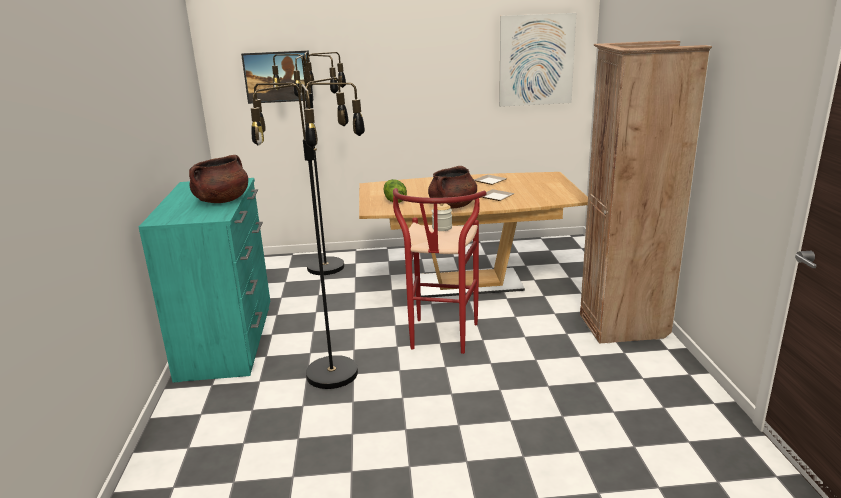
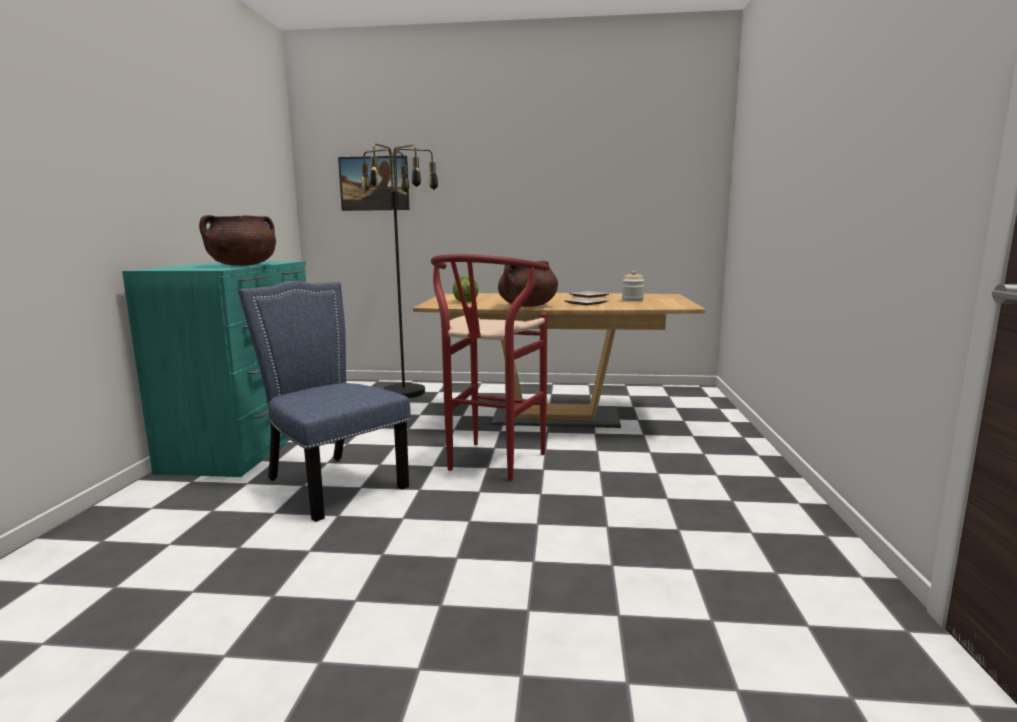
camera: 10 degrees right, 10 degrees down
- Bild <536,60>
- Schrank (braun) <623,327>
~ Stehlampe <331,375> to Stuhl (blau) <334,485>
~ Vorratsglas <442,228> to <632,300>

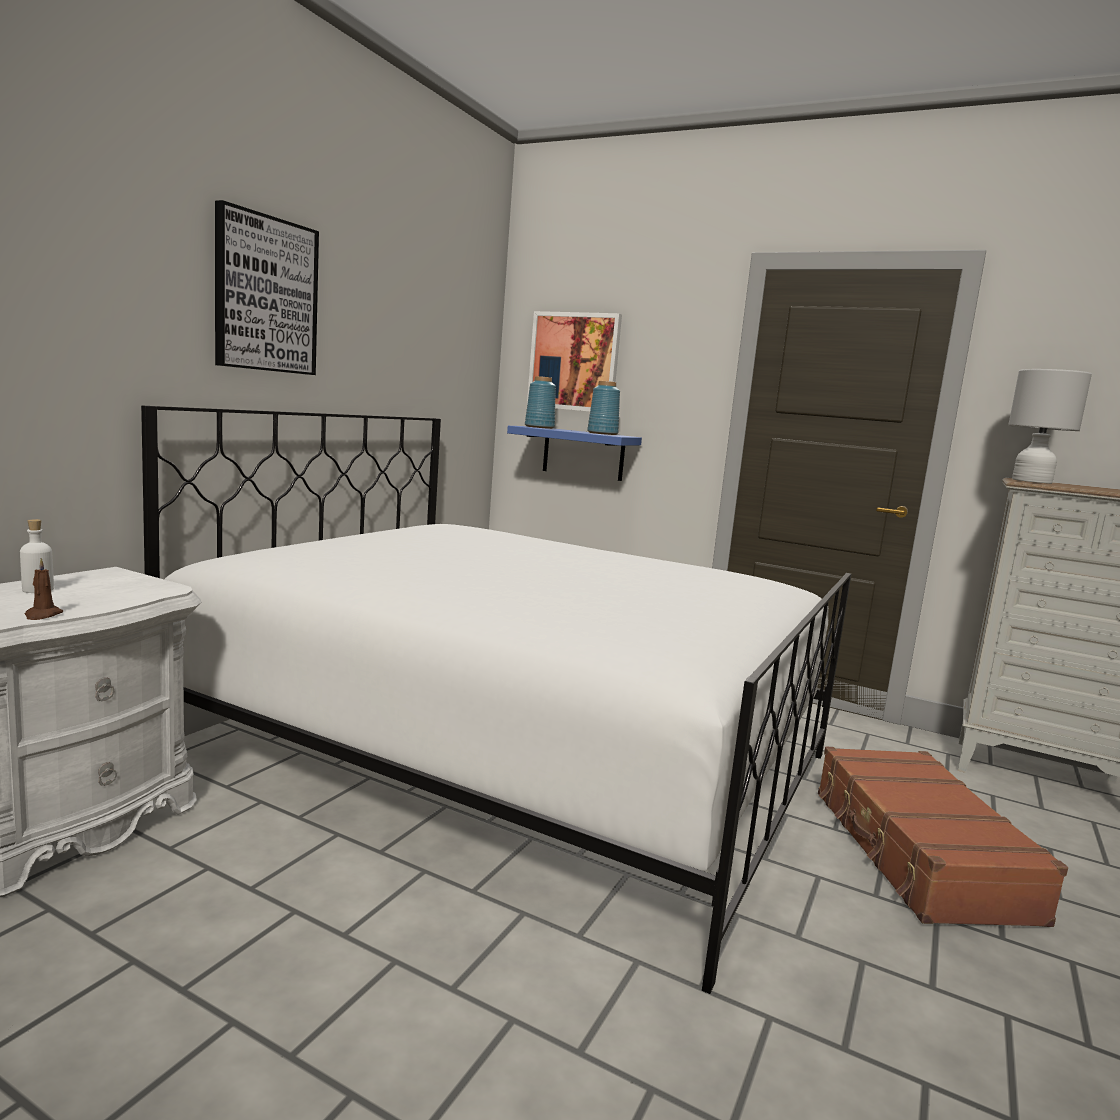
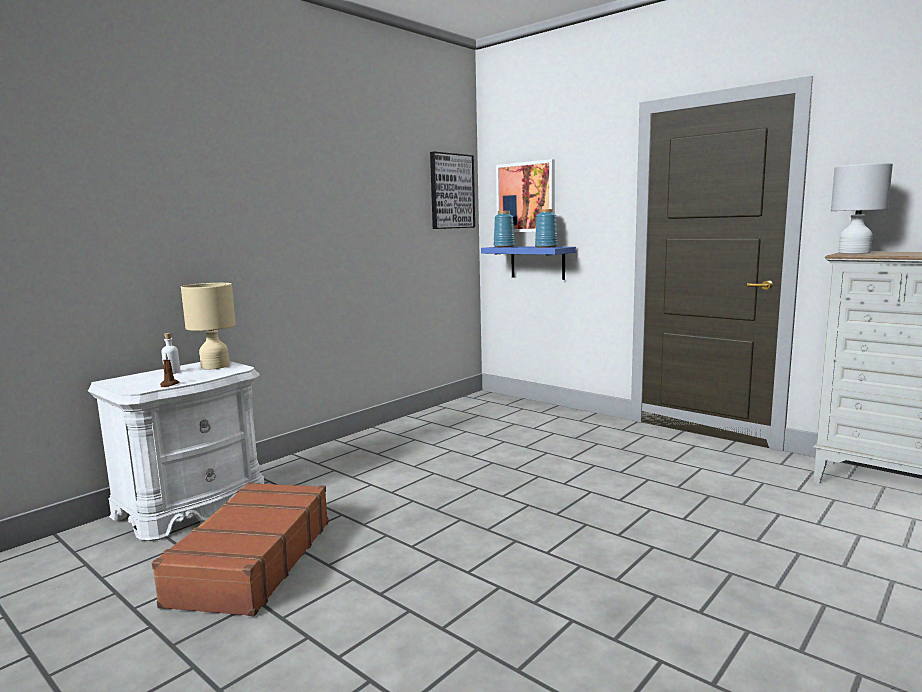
camera: 15 degrees right, 0 degrees up
~ Bild <265,295> to <451,191>
- Bett (weiß) <510,754>
~ Koffer (braun) <918,853> to <251,561>
+ Tischlampe (beige) <214,366>

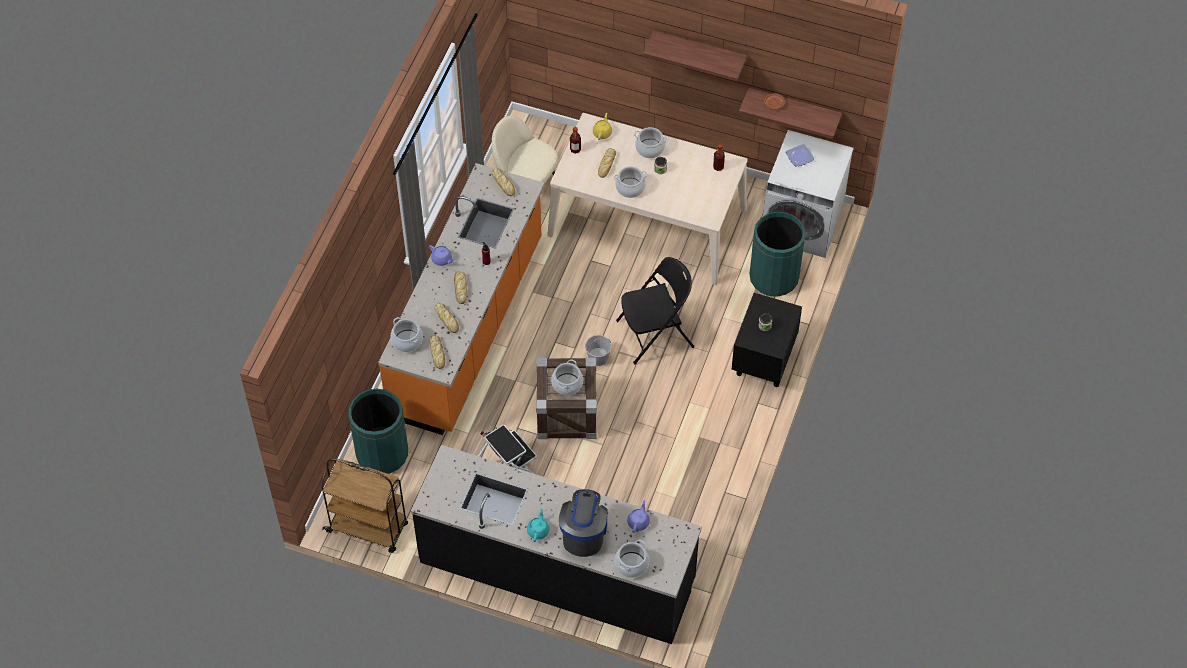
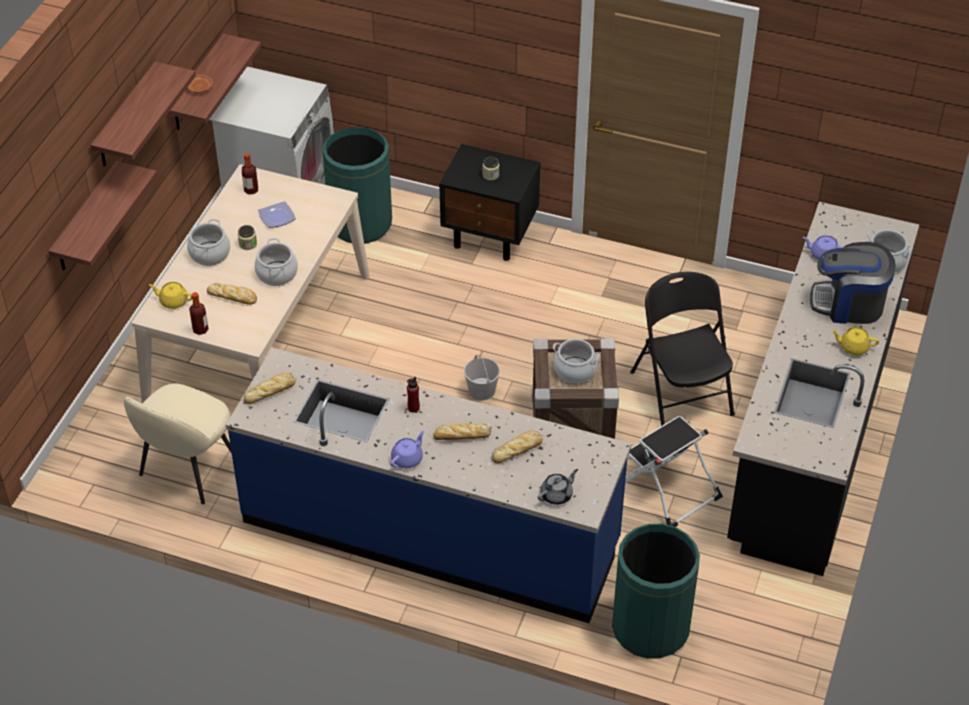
camera: 90 degrees left, 10 degrees down
~ Teller <800,157> to <277,216>
~ Küchenzeile (orange) <468,328> to Küchenzeile (blau) <431,532>
~ Stuhl (schwarz) <655,334> to <682,393>
~ Kochtopf <407,340> to Teekanne (grau) <557,495>
- Brot <437,354>
- Rollwagen (braun) <368,529>
~ Teekanne (türkis) <538,530> to Teekanne (gelb) <853,347>
+ Wandregal <86,219>

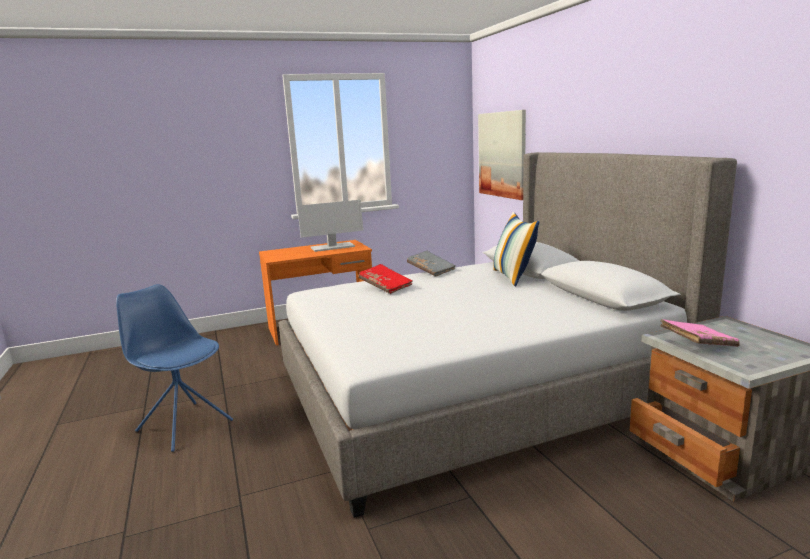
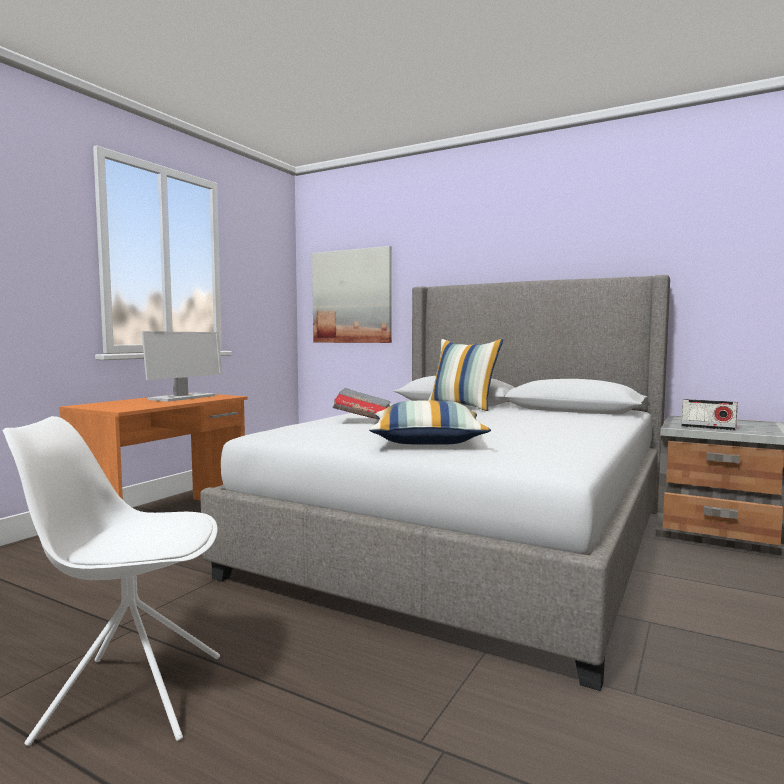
camera: 40 degrees left, 10 degrees down
~ Stuhl (blau) <184,425> to Stuhl (weiß) <130,696>
~ Buch (rosa) <697,344> to Radio <708,428>
+ Kissen <427,442>

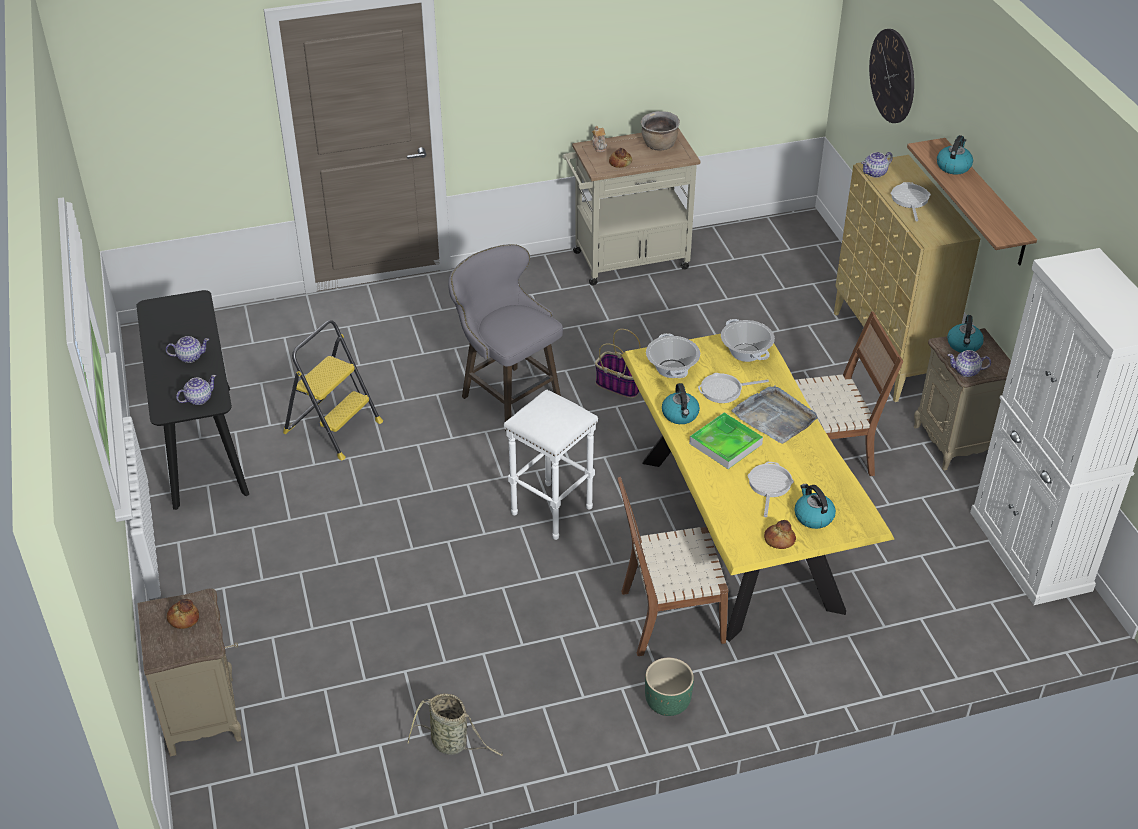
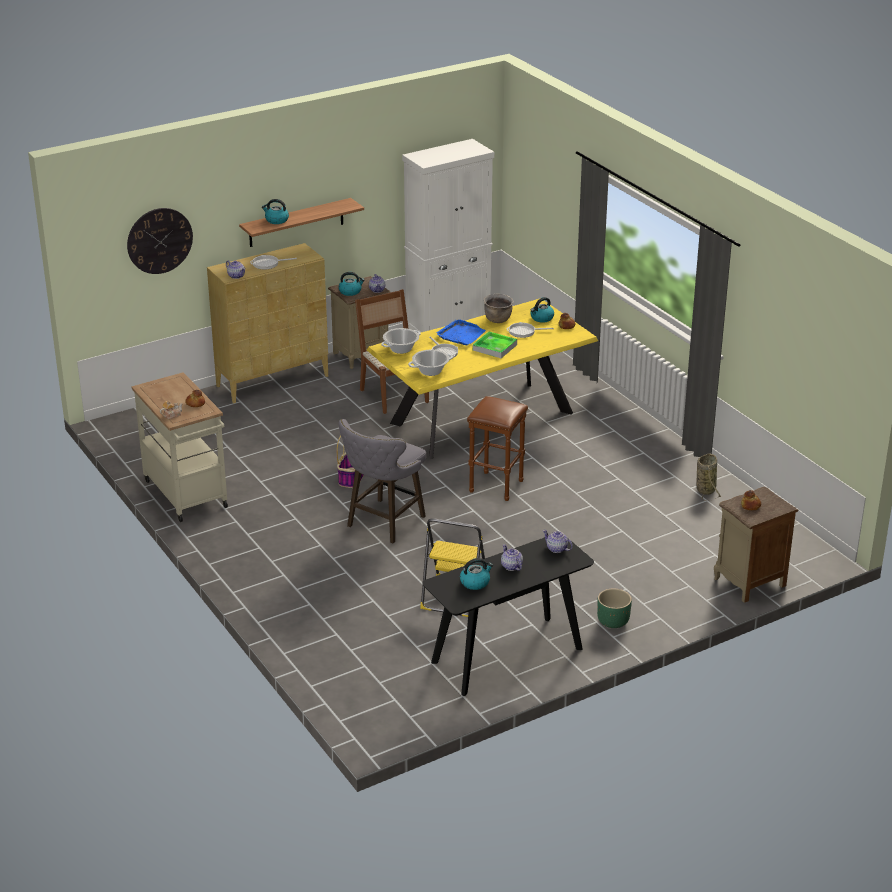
camera: 105 degrees left, 10 degrees down
~ Kochtopf (braun) <659,146> to <498,320>
~ Wasserkessel <680,415> to <475,582>
~ Tablett (grau) <775,417> to Tablett (blau) <461,335>
~ Hocker (weiß) <550,510> to Hocker (braun) <496,486>
- Stuhl <667,618>
~ Pflanzkübel (grün) <667,702> to <613,622>

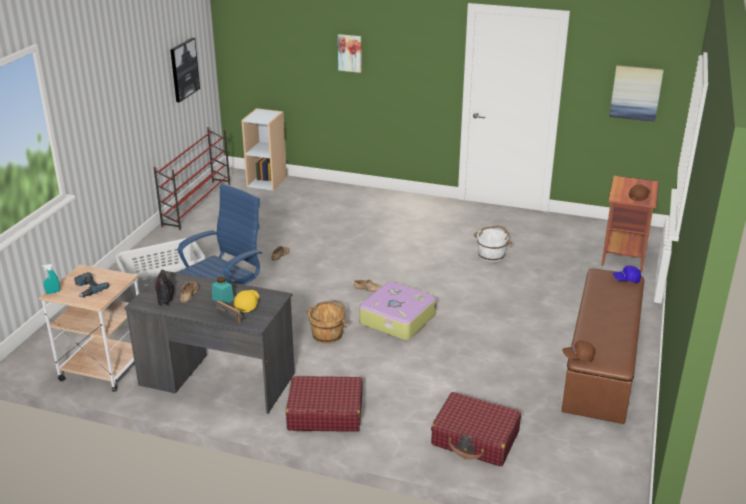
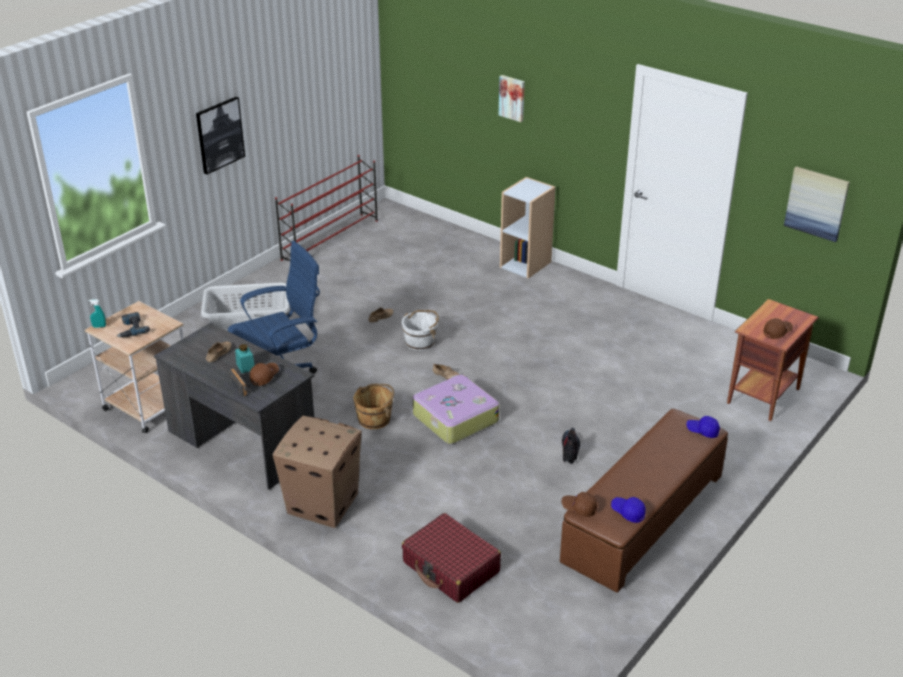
camera: 20 degrees right, 5 degrees up
~ Bild <184,69> to <219,135>
~ Bücherregal <267,181> to <526,264>
~ Eimer (weiß) <491,255> to <420,342>
~ Stiefel <165,294> to <570,450>
~ Kappe (gelb) <247,304> to Kappe (braun) <264,377>
~ Koffer (rot) <325,413> to Karton <322,503>
+ Kappe (blau) <628,512>

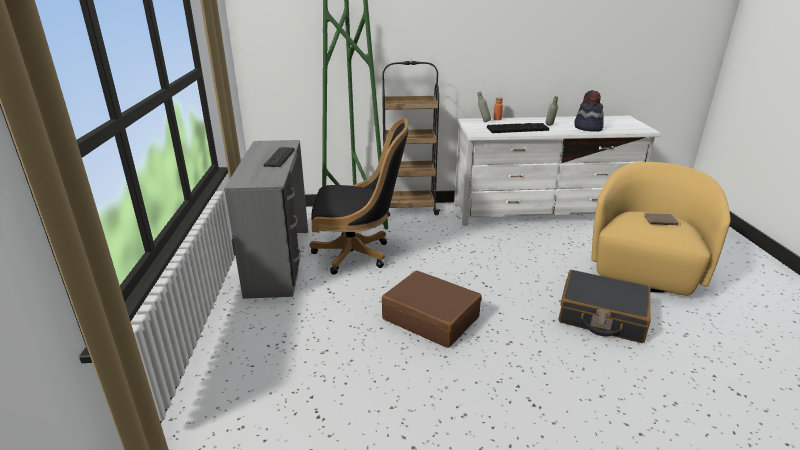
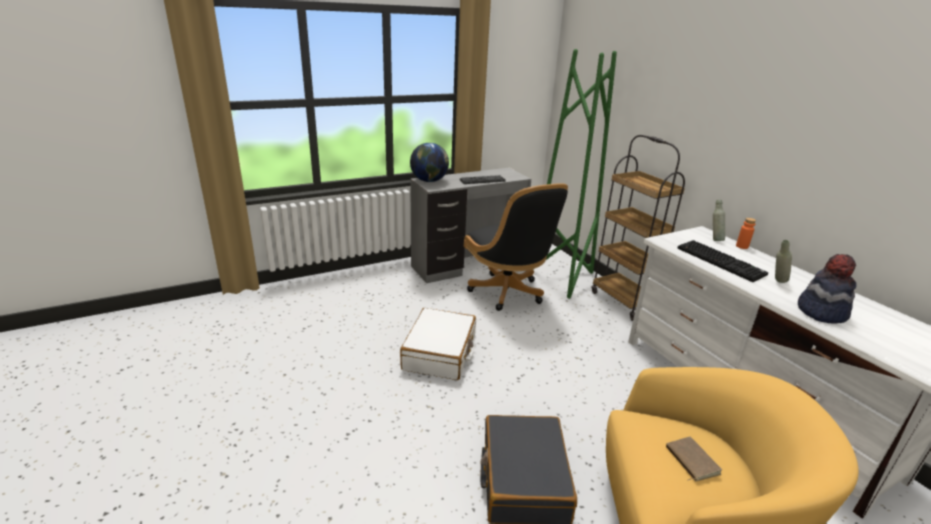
camera: 65 degrees right, 0 degrees up
~ Koffer (braun) <431,318> to Koffer (weiß) <440,353>
+ Globus <429,181>

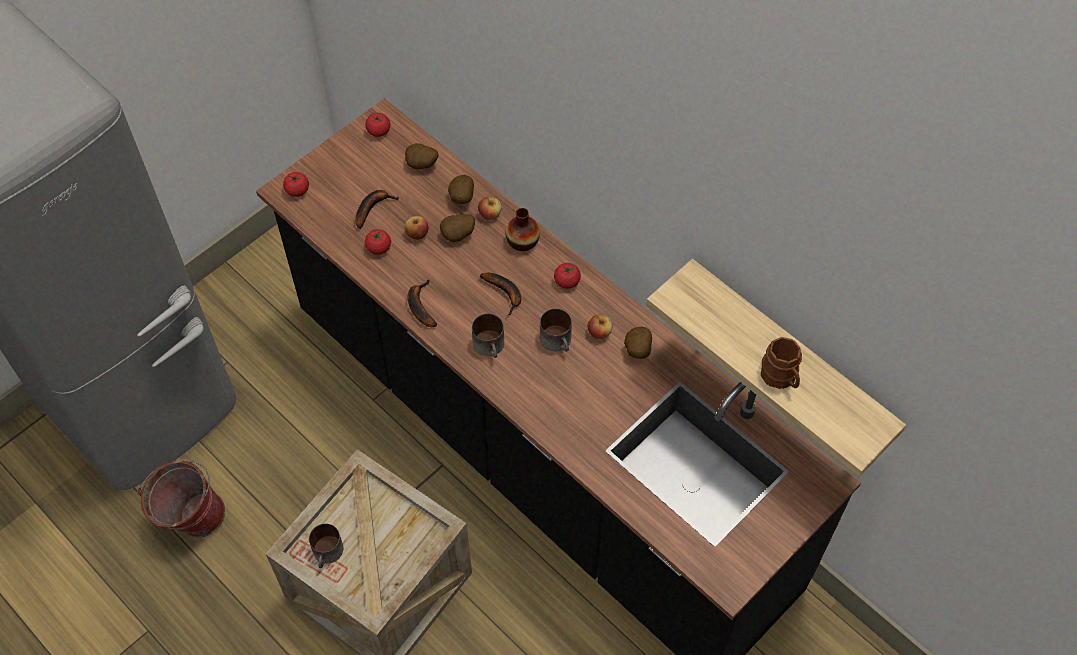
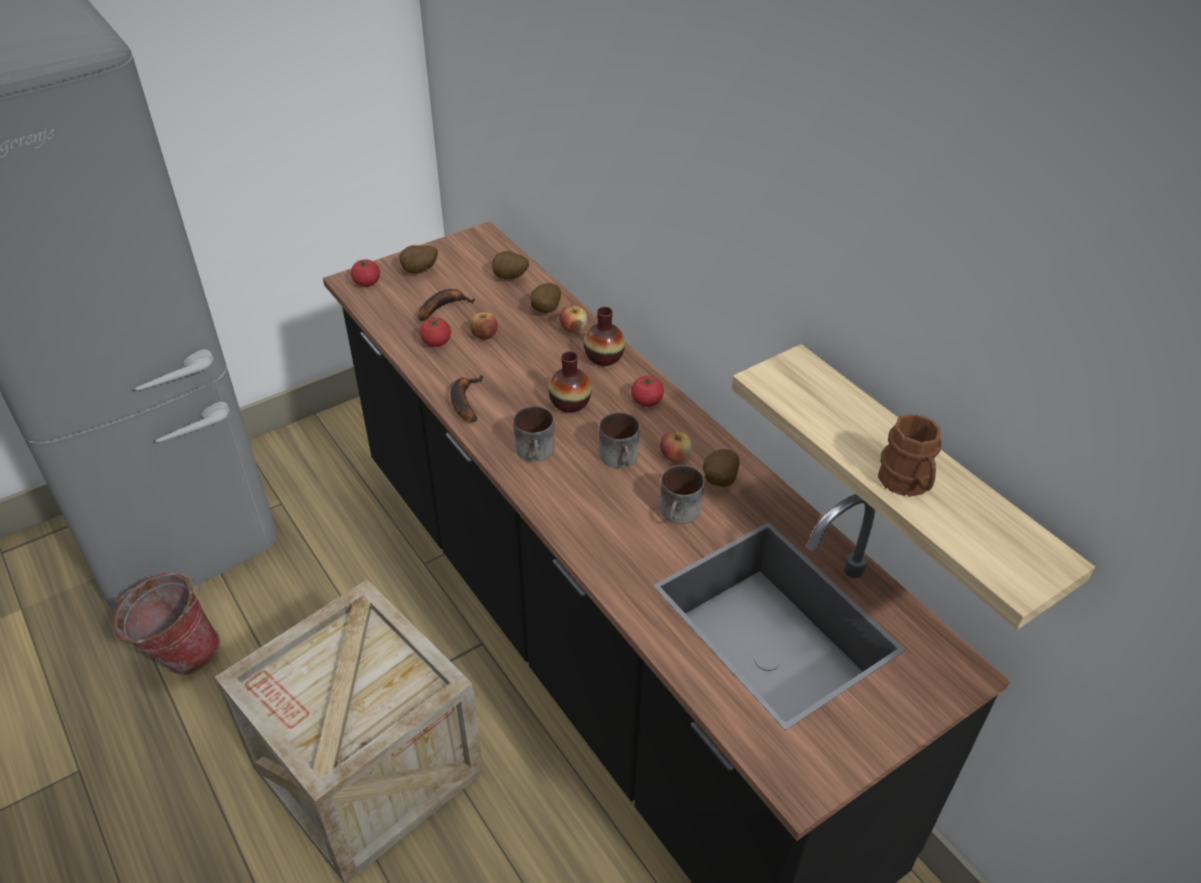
camera: 10 degrees right, 15 degrees down
- Tomate <378,131>
~ Kartoffel <458,236> to <420,272>
~ Banane <505,293> to Vase <570,403>
~ Henkelbecher <328,553> to <680,513>

